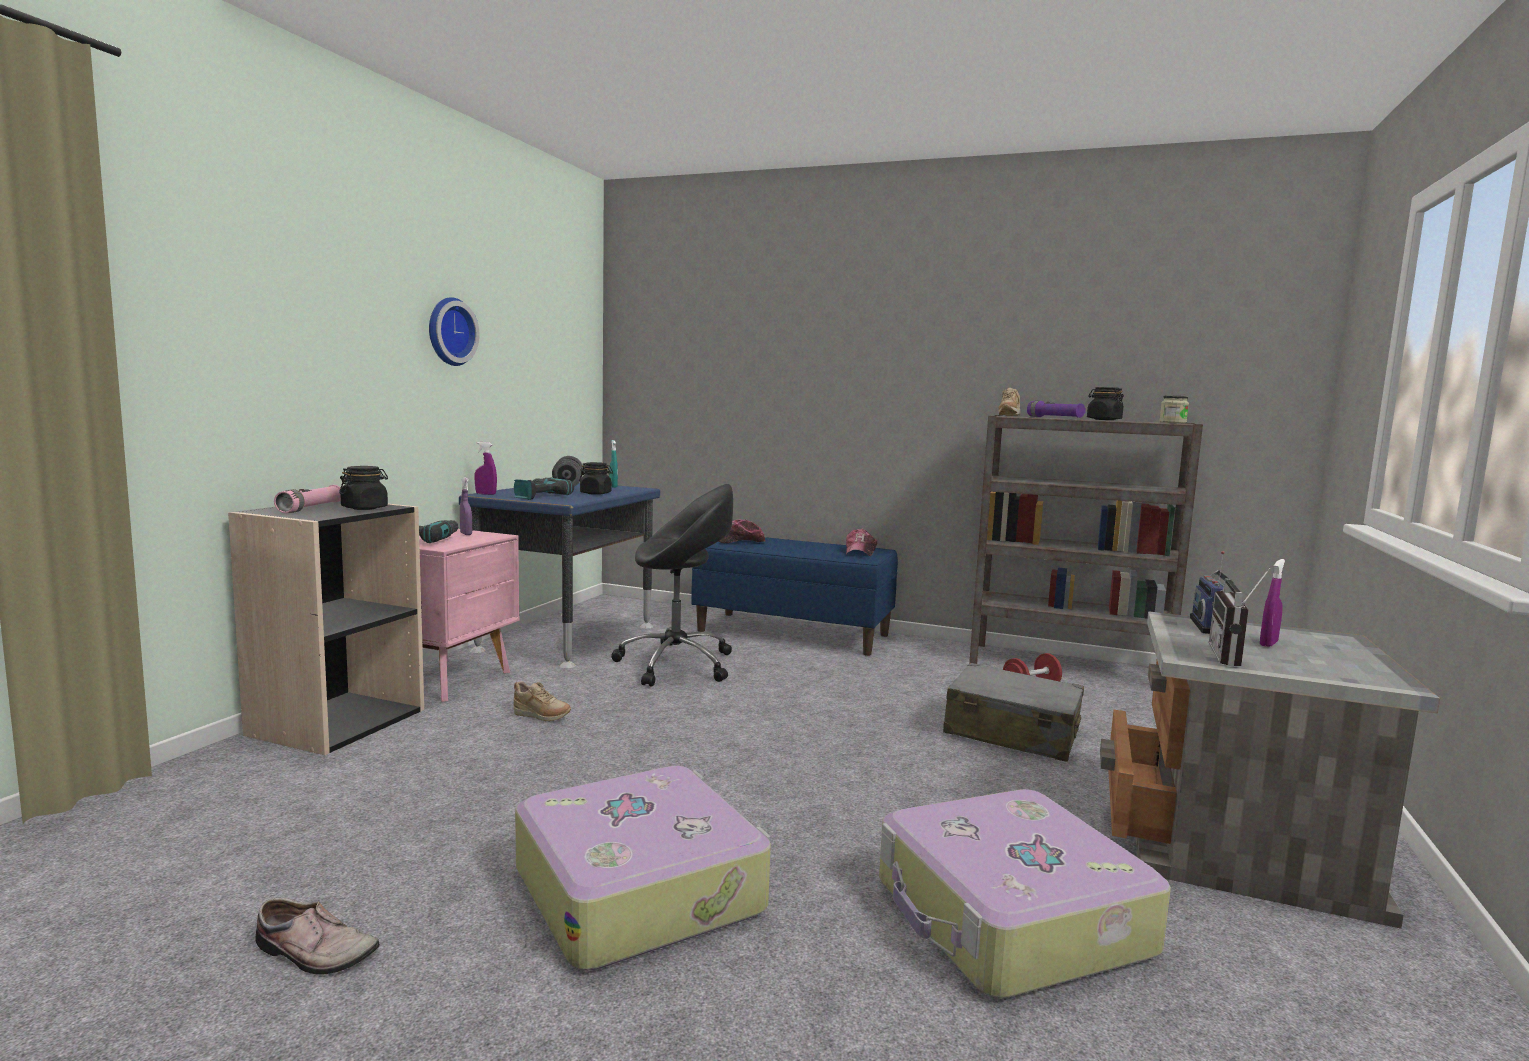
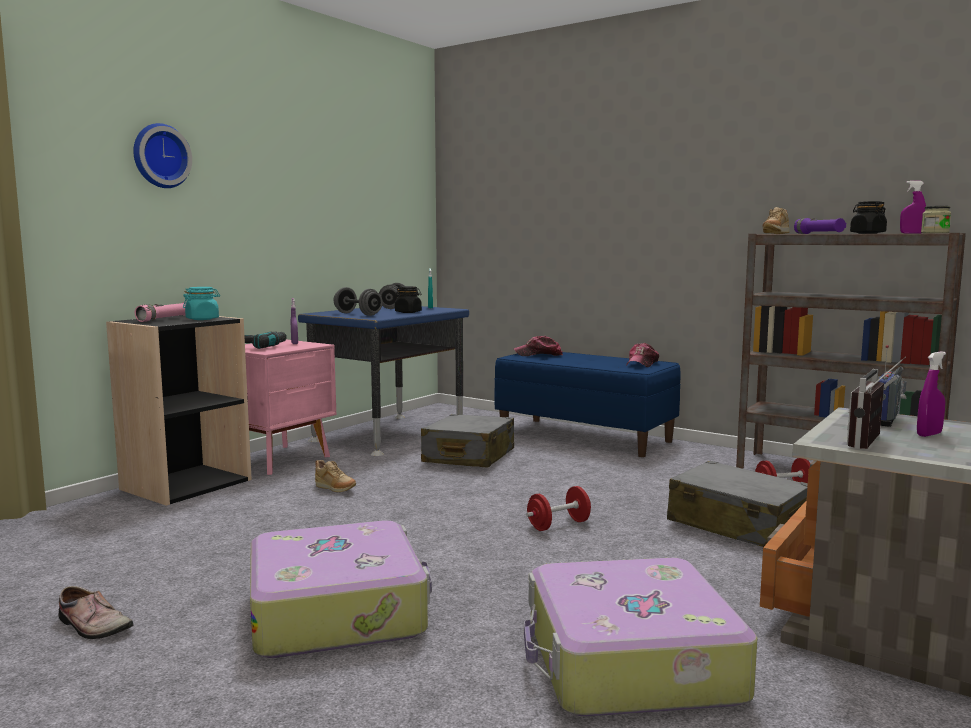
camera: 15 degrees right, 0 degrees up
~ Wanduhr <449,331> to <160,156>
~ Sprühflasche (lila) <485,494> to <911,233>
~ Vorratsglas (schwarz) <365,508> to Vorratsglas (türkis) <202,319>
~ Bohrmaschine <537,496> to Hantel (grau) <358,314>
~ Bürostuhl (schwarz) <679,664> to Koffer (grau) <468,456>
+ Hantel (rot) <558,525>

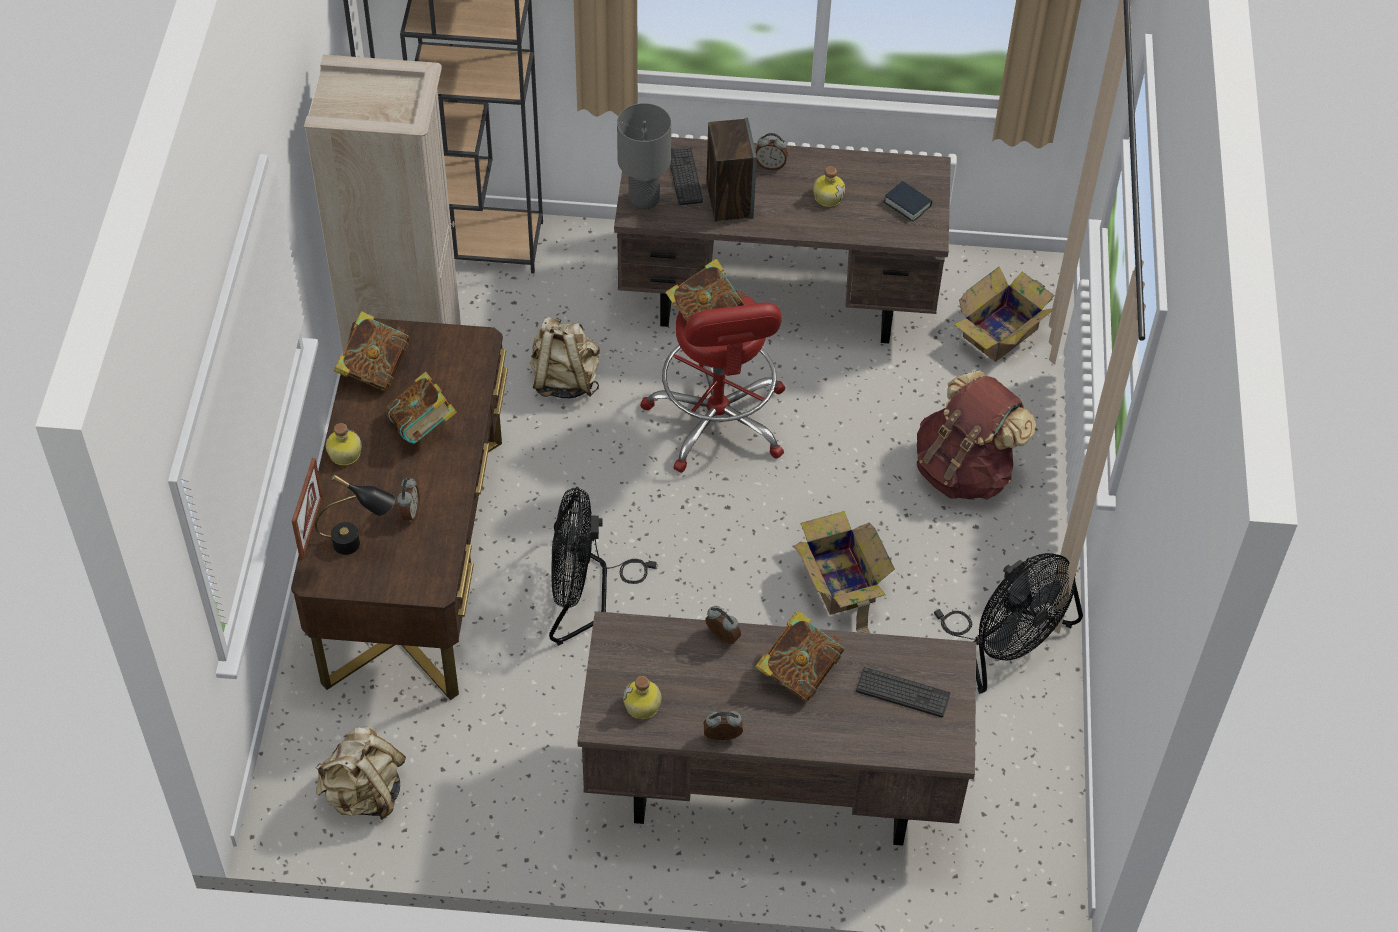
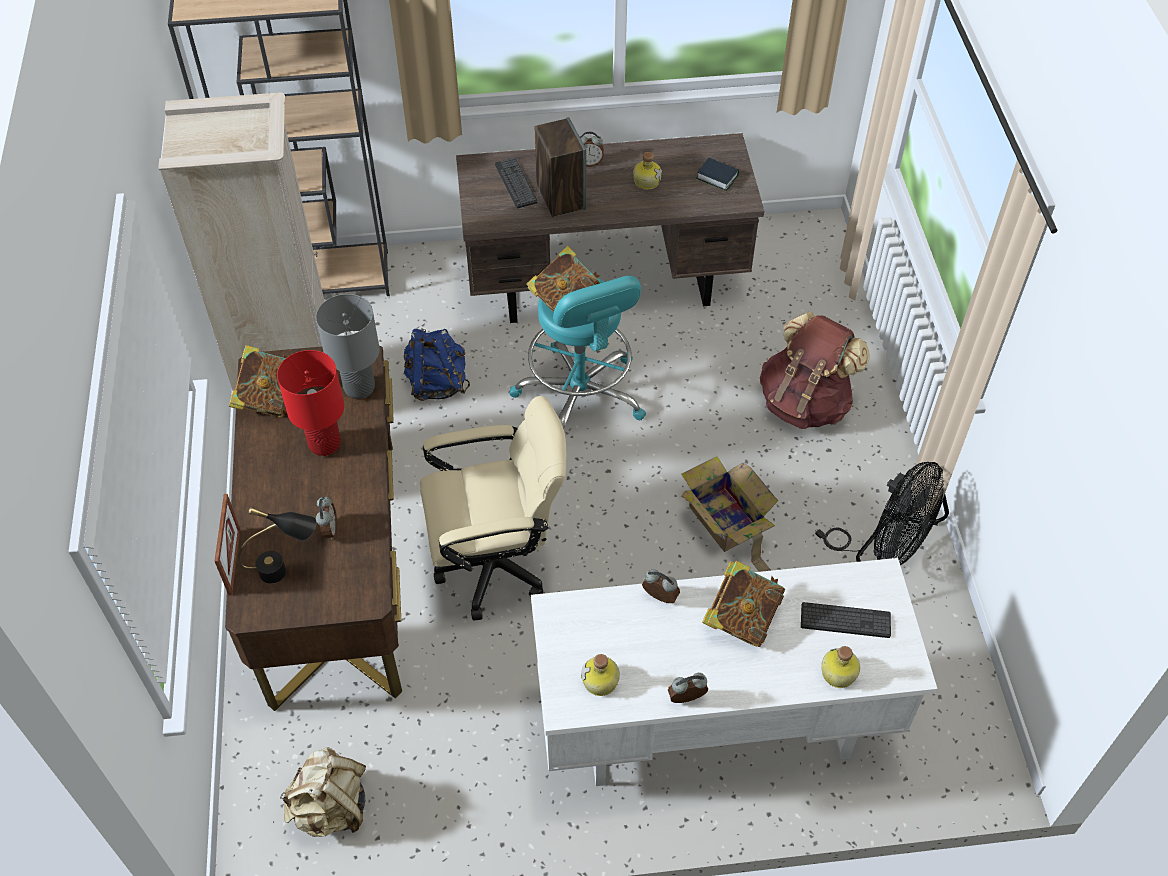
camera: 10 degrees left, 0 degrees up
~ Tischlampe (grau) <643,201> to <359,389>
- Karton <1003,332>
~ Hocker (rot) <718,422> to Hocker (türkis) <580,397>
~ Rucksack (beige) <564,380> to Rucksack (blau) <437,383>
~ Buch <423,427> to Tischlampe (rot) <325,445>
~ Flasche <344,454> to <837,674>
~ Ventilator (schwarz) <586,588> to Bürostuhl (beige) <499,567>
~ Schreibtisch (braun) <769,787> to Schreibtisch (weiß) <712,725>

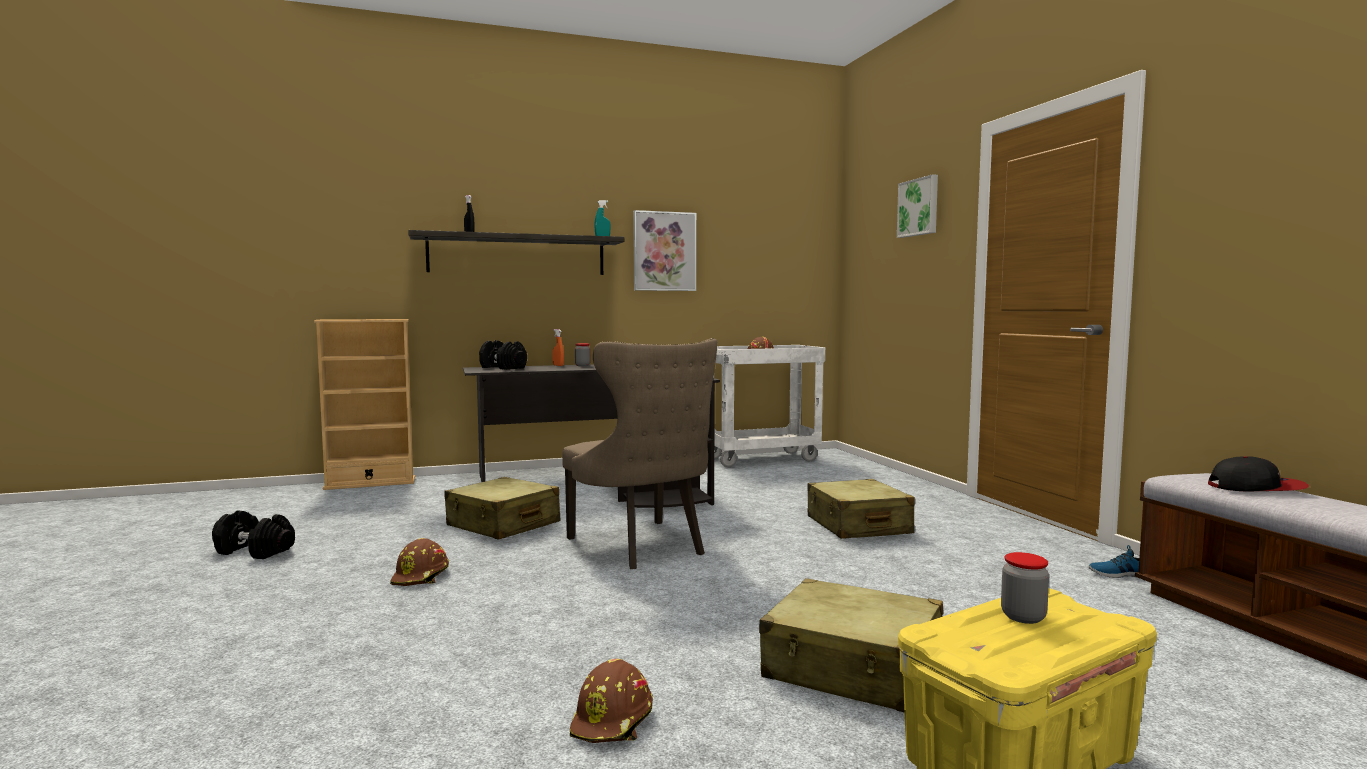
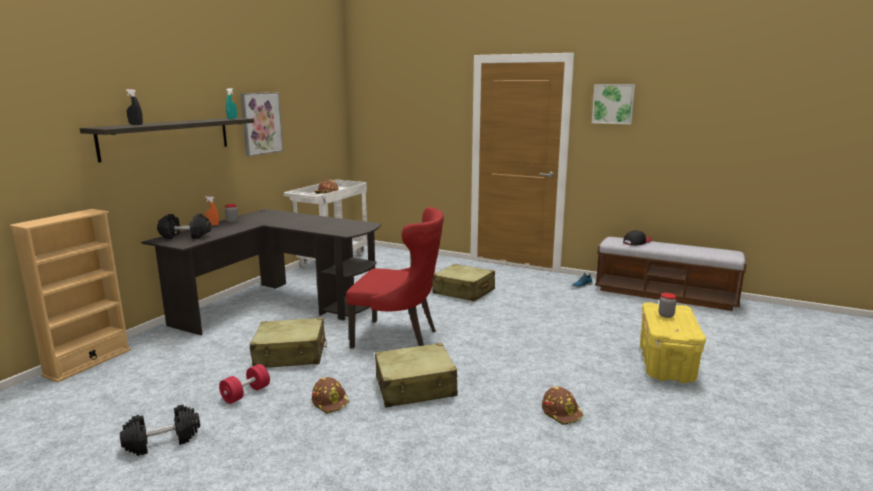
camera: 45 degrees left, 10 degrees up
~ Bild <919,207> to <613,103>
~ Stuhl (beige) <643,546> to Stuhl (rot) <399,337>
~ Koffer (beige) <853,669> to <415,387>
+ Hantel (rot) <246,394>

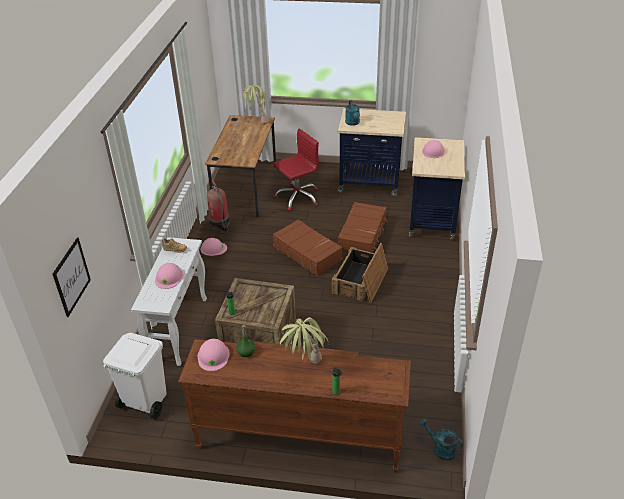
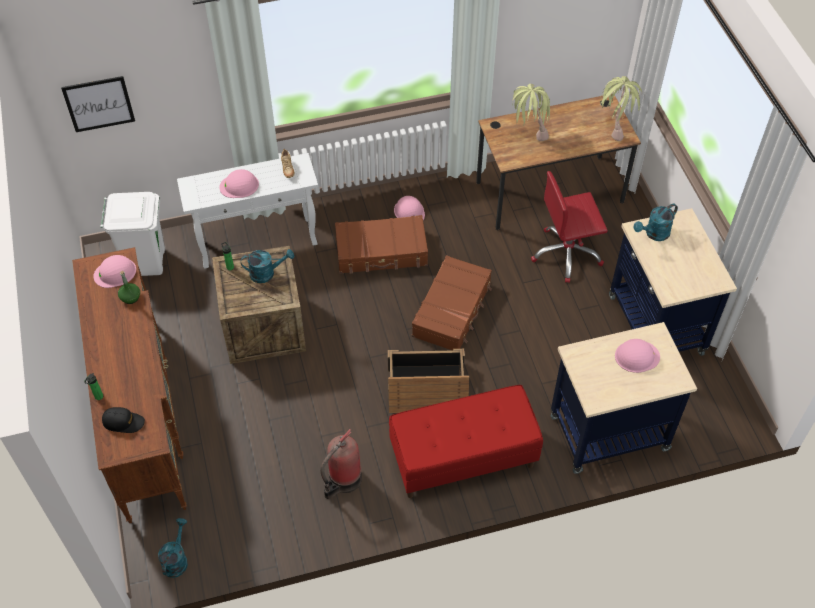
camera: 65 degrees right, 15 degrees up
~ Bürostuhl (rot) <297,197> = <566,254> 135 degrees clockwise
~ Feuerlöscher <220,225> to <343,480>
~ Koffer (braun) <363,235> to <381,252>
~ Topfpflanze <304,368> to <528,135>
+ Gießkanne (türkis) <267,273>
+ Bank (rot) <463,458>
+ Kappe (schwarz) <123,422>

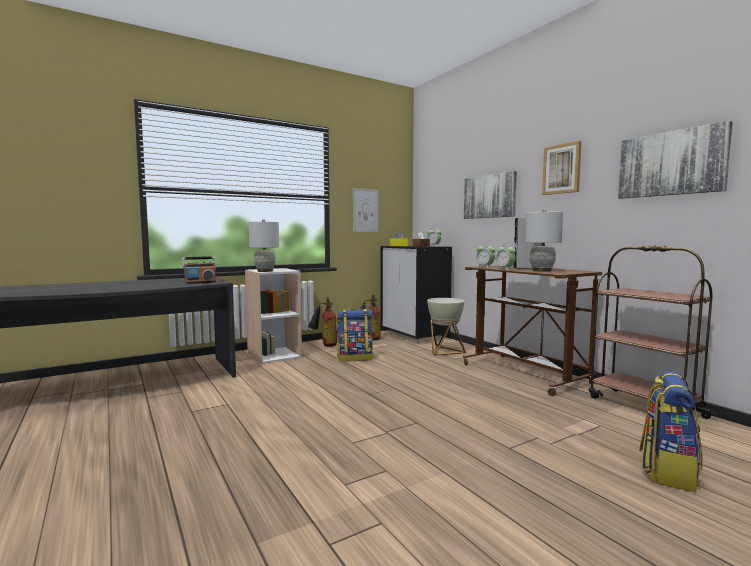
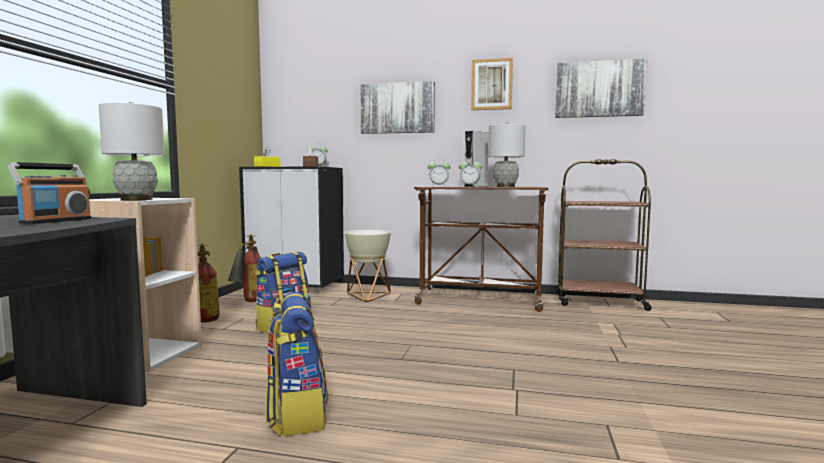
camera: 45 degrees left, 0 degrees up
- Bild <365,210>
~ Rucksack <667,471> to <296,415>

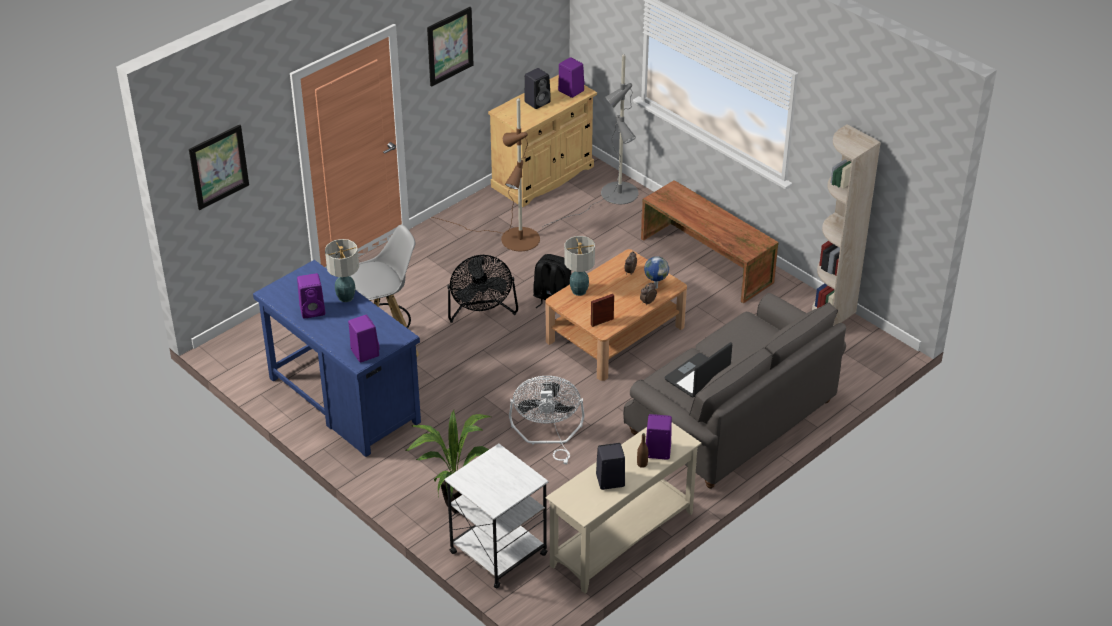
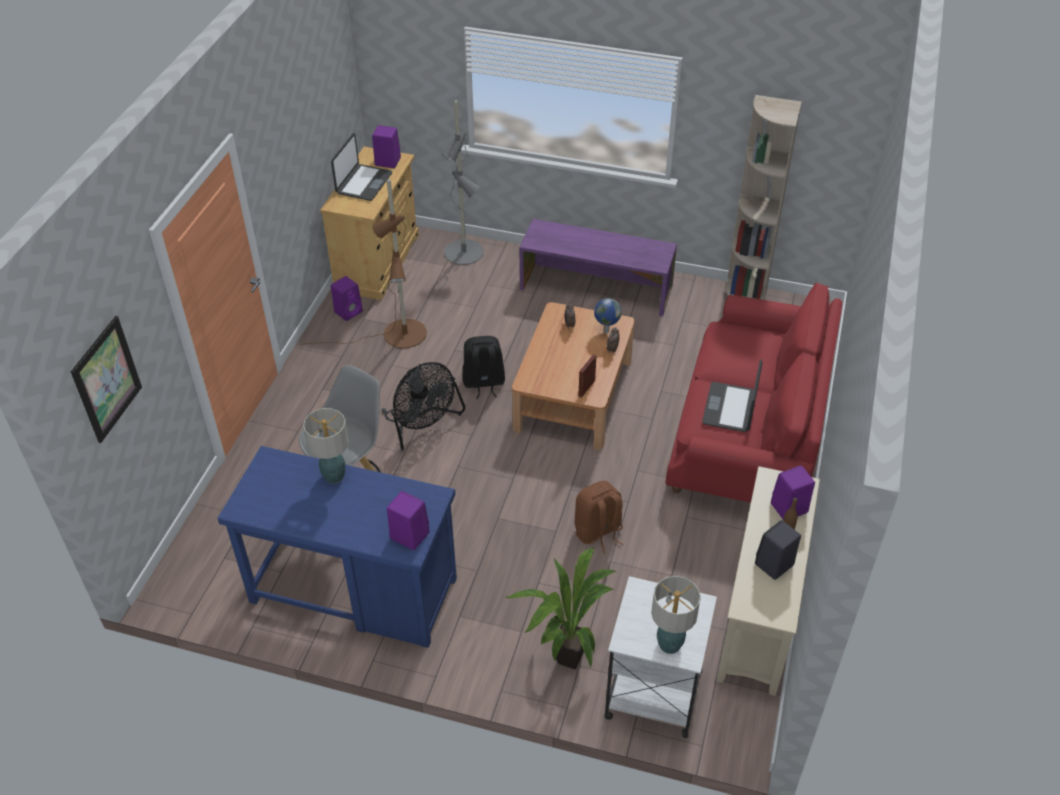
camera: 30 degrees left, 5 degrees up
- Bild <450,46>
~ Lautsprecher (schwarz) <537,102> to Laptop <363,183>
~ Bank (braun) <708,260> to Bank (lila) <597,287>
~ Tischlampe <578,291> to <669,644>
~ Lautsprecher (lila) <313,310> to <349,311>
~ Sofa (grau) <731,418> to Sofa (rot) <748,434>
~ Ventilator (weiß) <549,436> to Rucksack (braun) <598,532>

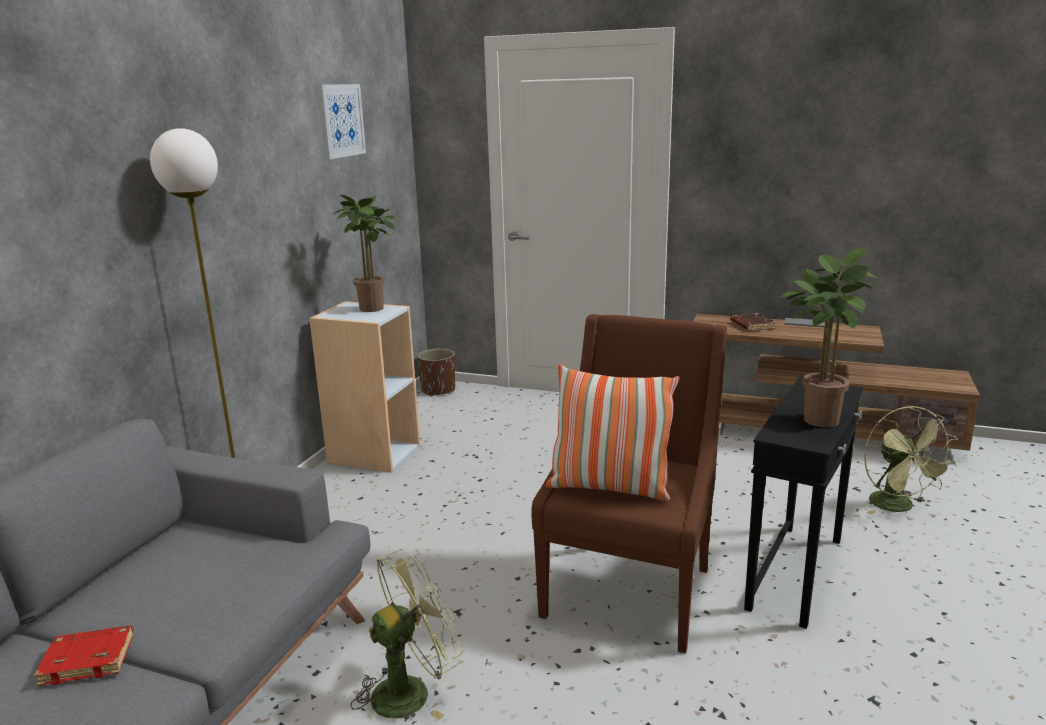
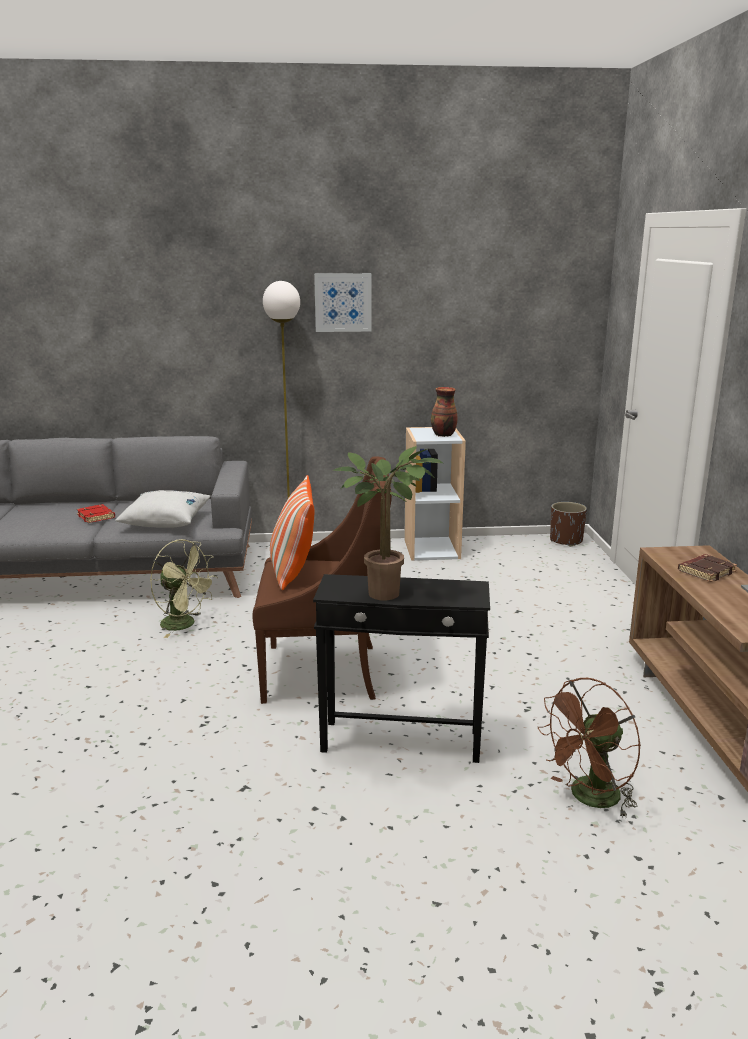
camera: 65 degrees right, 0 degrees up
~ Bild <340,120> to <343,302>
~ Topfpflanze <373,309> to Vase <443,435>
~ Ventilator (grün) <898,507> to Ventilator (braun) <589,799>
+ Kissen (grau) <165,522>

